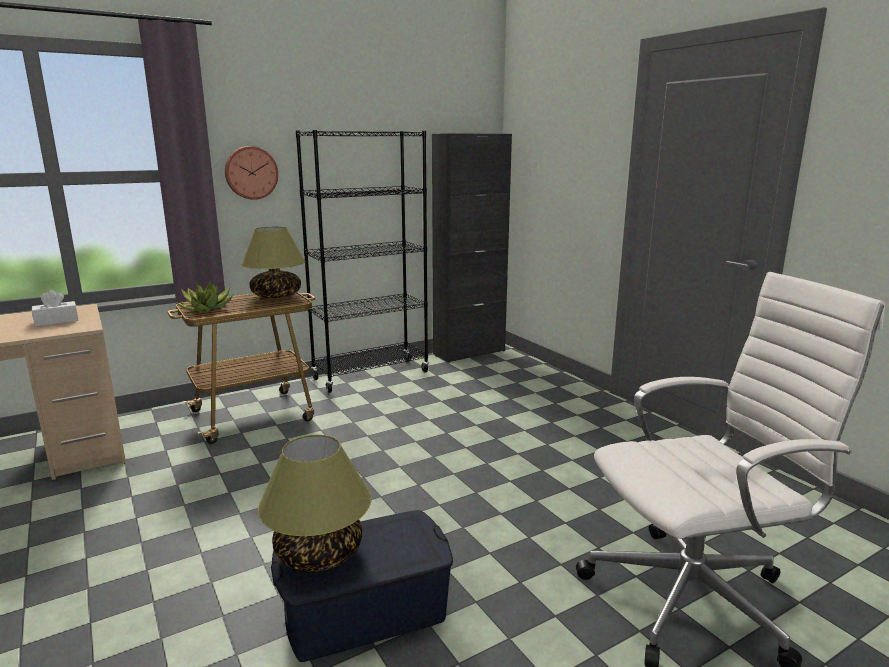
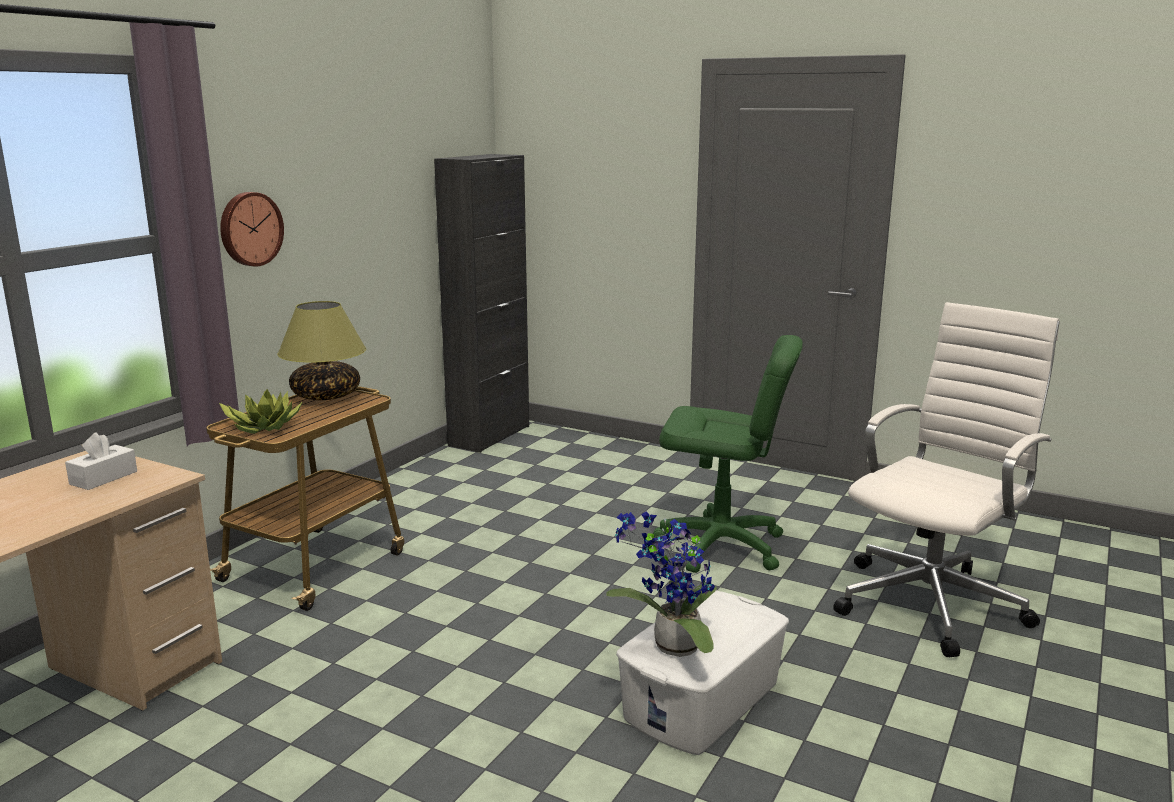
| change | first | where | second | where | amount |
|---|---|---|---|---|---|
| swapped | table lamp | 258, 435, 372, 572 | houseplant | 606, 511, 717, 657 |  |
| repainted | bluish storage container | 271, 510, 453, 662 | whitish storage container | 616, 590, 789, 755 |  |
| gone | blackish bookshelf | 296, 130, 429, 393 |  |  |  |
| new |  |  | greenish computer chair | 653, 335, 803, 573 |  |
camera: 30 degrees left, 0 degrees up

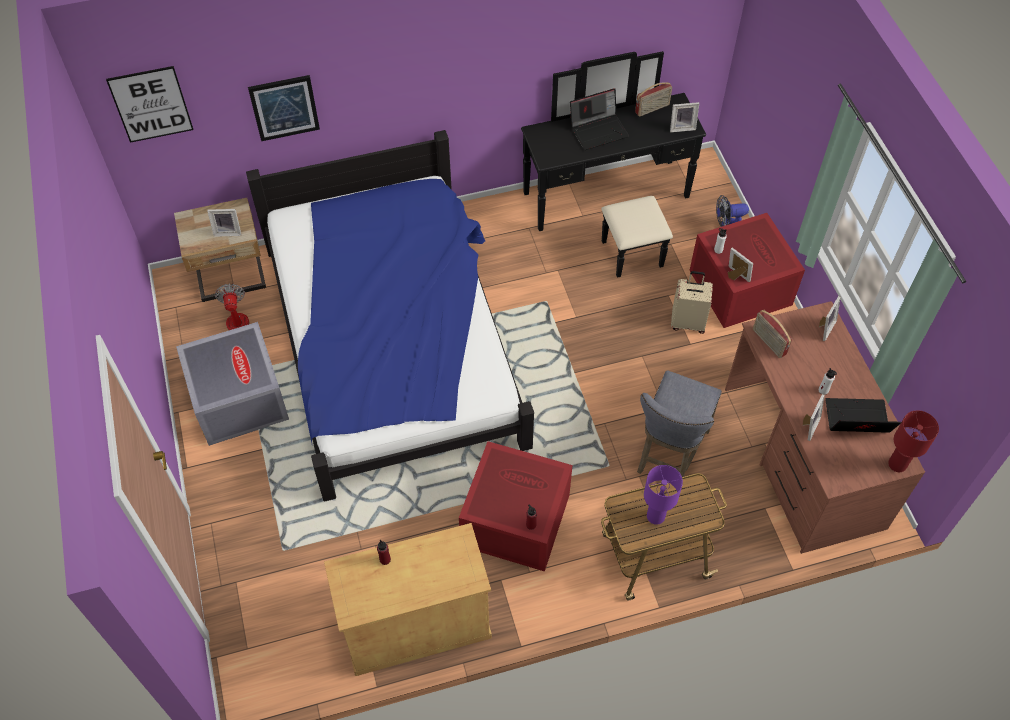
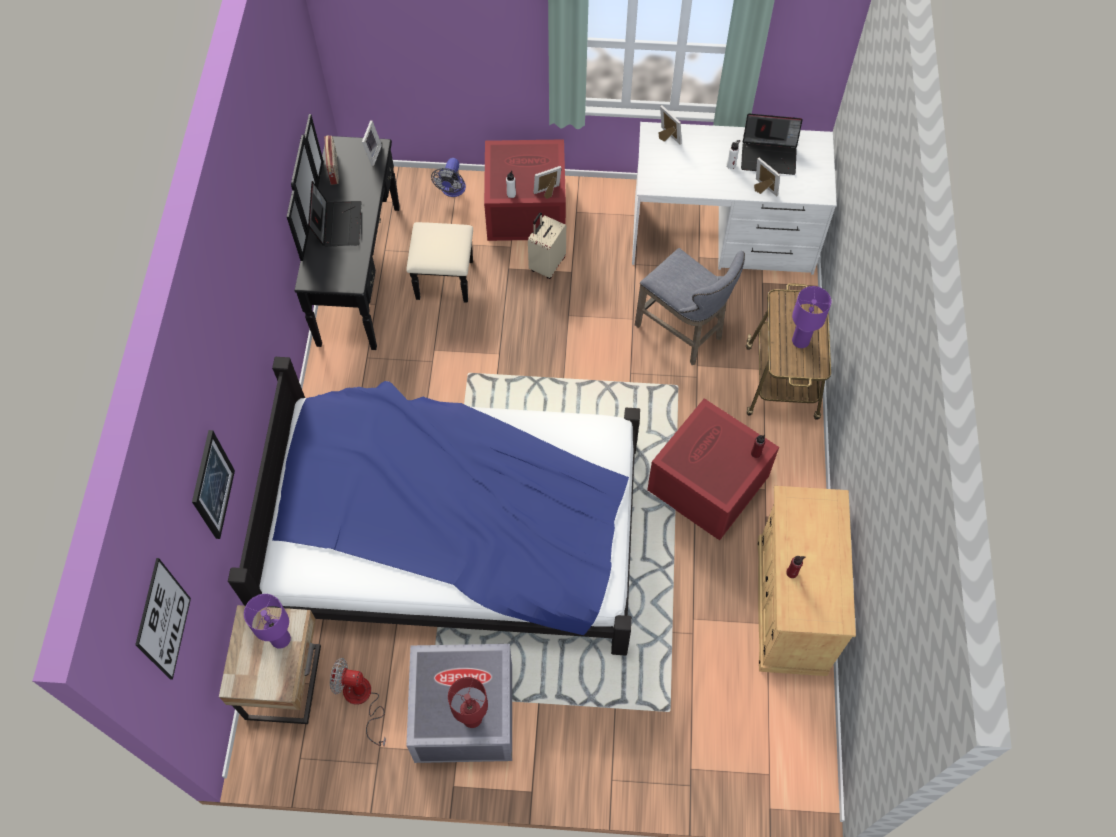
| change | first | where | second | where | amount |
|---|---|---|---|---|---|
| swapped | standing frame | 207, 209, 242, 237 | purple table lamp | 244, 594, 291, 649 |  |
| repainted | brown desk unit | 725, 301, 925, 554 | whitish desk unit | 632, 122, 837, 275 |  |
| gone | radio set | 753, 310, 792, 358 |  |  |  |
| rotated | notebook computer | 825, 398, 901, 433 |  | 741, 114, 803, 175 | 105 degrees counterclockwise |
| shifted | red table lamp | 888, 410, 939, 472 |  | 448, 677, 488, 728 |  |
camera: 70 degrees left, 5 degrees up

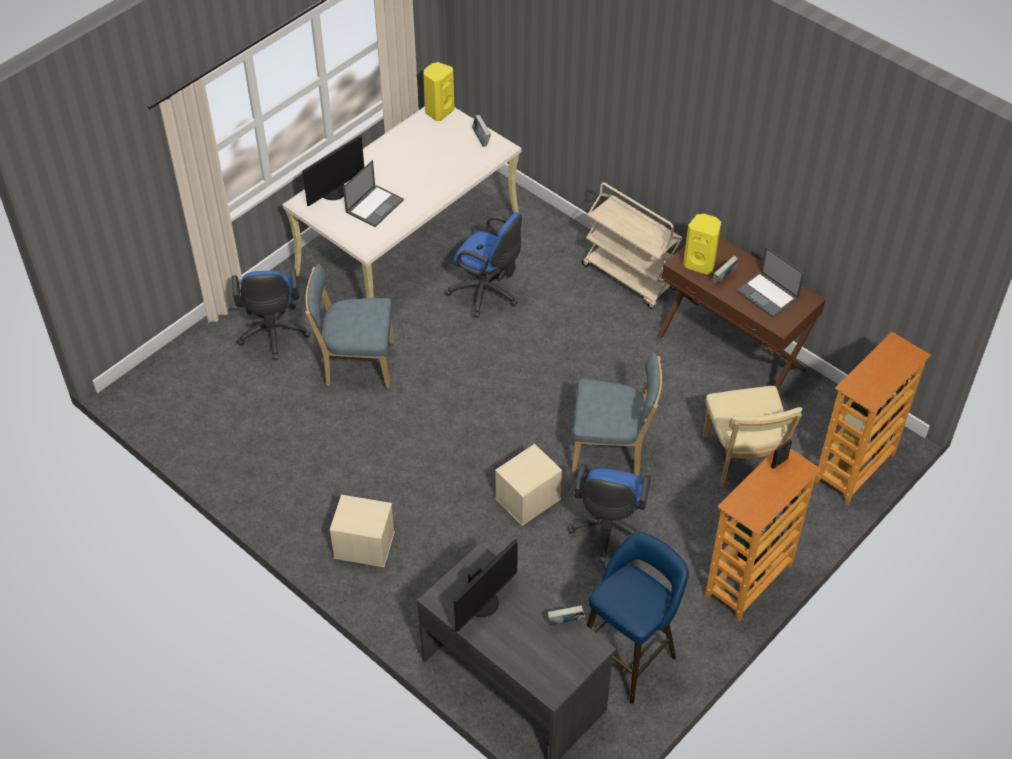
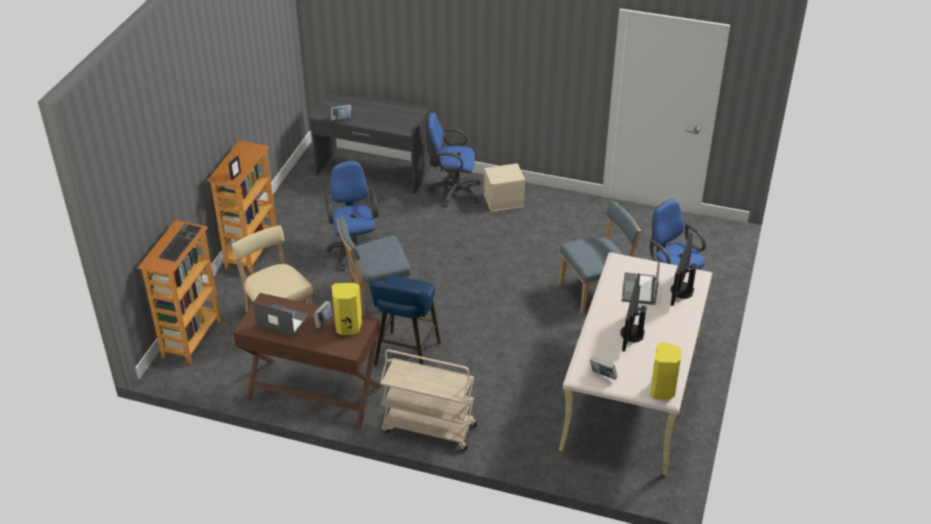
| change | first | where | second | where | amount |
|---|---|---|---|---|---|
| shifted | bluish computer chair | 445, 212, 522, 318 |  | 426, 113, 482, 207 |  |
| shifted | computer screen | 454, 539, 518, 632 |  | 620, 273, 646, 352 |  |
| gone | sand-coloured storage container | 495, 444, 562, 526 |  |  |  |
| shifted | bluish stool | 586, 532, 689, 704 |  | 369, 276, 441, 366 |  |
| new |  |  | computer keyboard | 158, 223, 202, 262 |  |
camera: 155 degrees right, 10 degrees down

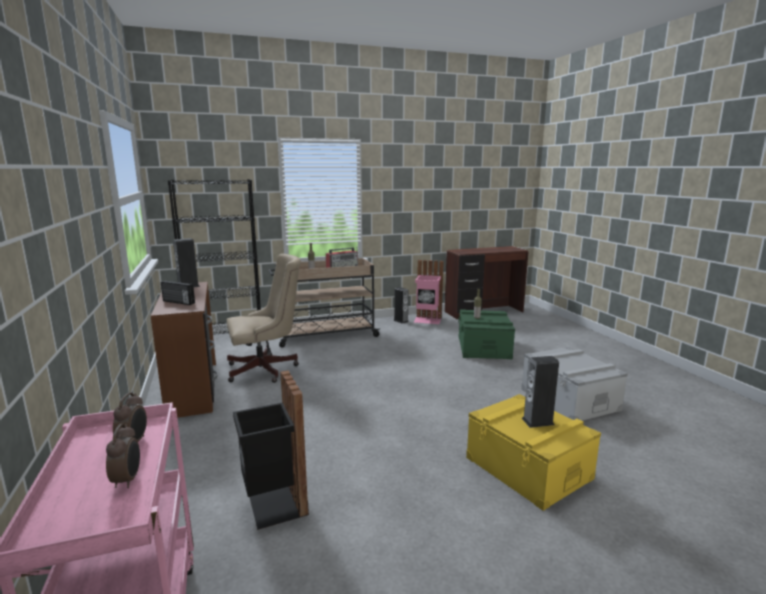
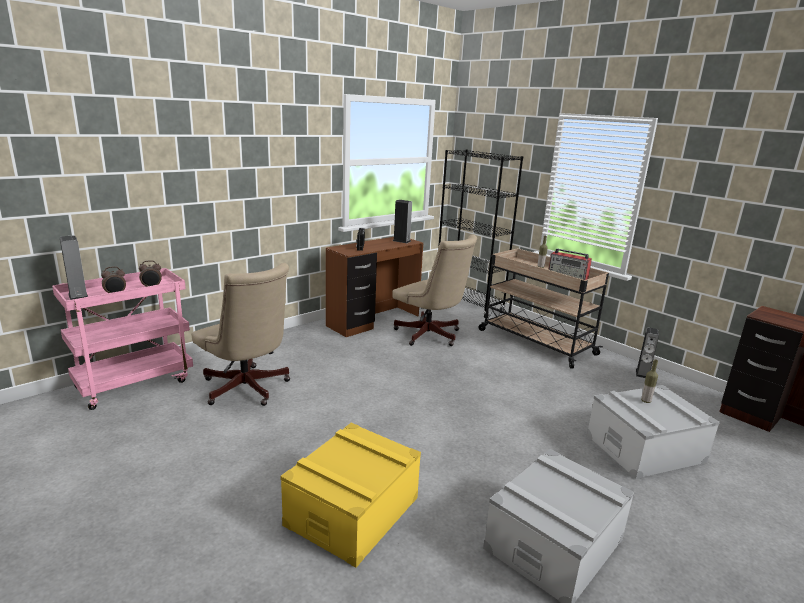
| change | first | where | second | where | amount |
|---|---|---|---|---|---|
| swapped | blackish waste bin | 233, 370, 309, 530 | sand-coloured computer chair | 191, 263, 290, 406 |  |
| gone | pinkish waste bin | 414, 260, 444, 324 |  |  |  |
| repainted | greenish storage container | 458, 309, 515, 359 | greyish storage container | 587, 385, 720, 479 |  |
| shifted | speaker | 522, 356, 559, 428 |  | 60, 236, 88, 300 |  |
camera: 65 degrees right, 5 degrees up

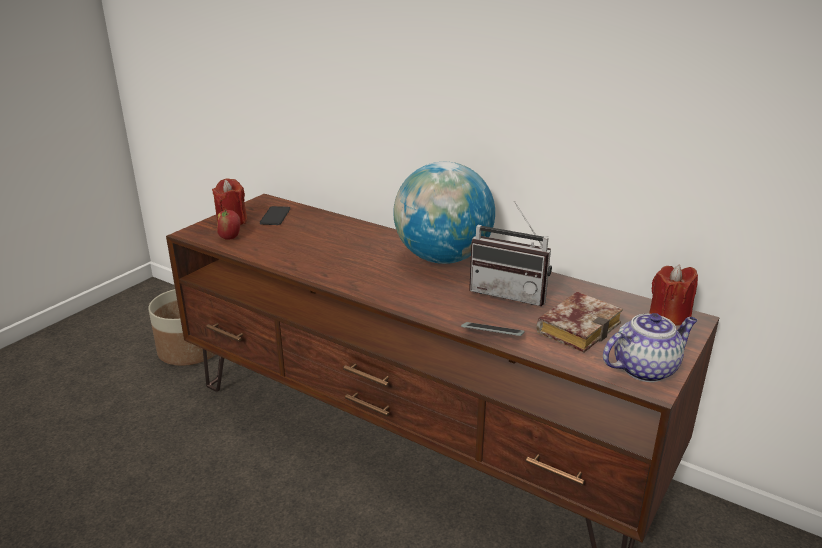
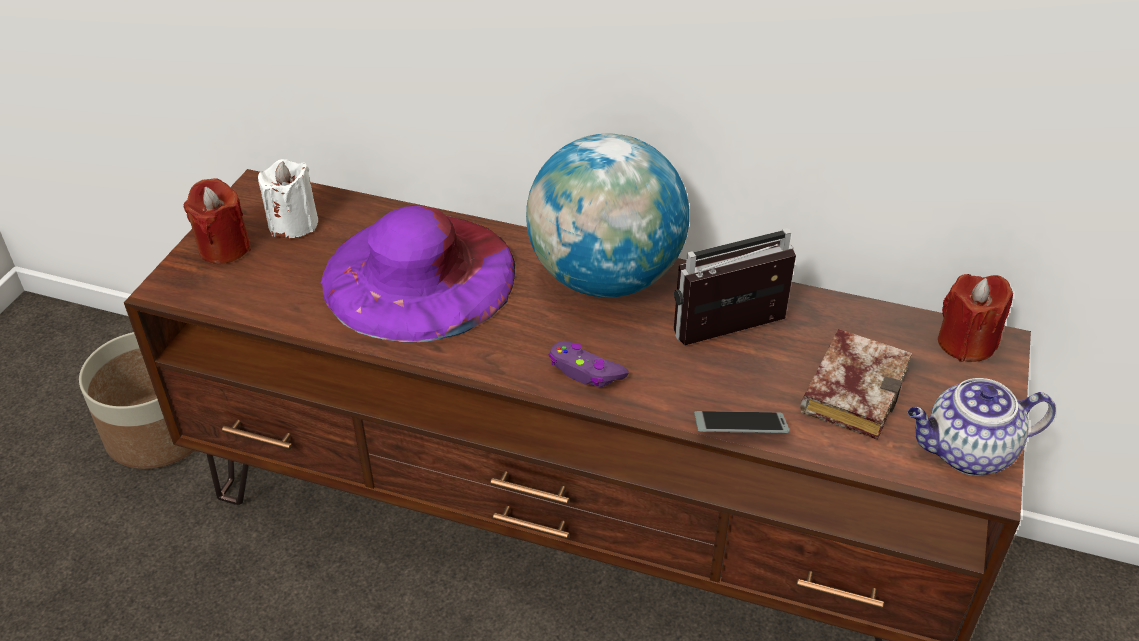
| change | first | where | second | where | amount |
|---|---|---|---|---|---|
| gone | whole apple | 217, 209, 240, 240 |  |  |  |
| swapped | telephone | 260, 206, 290, 225 | whitish wax candle | 258, 159, 318, 238 |  |
| rotated | radio set | 469, 201, 552, 306 |  | 674, 228, 796, 345 | 150 degrees clockwise |
| rotated | teapot | 603, 313, 698, 382 |  | 908, 378, 1056, 476 | 150 degrees counterclockwise |
| new |  |  | purple clothing hat | 321, 205, 515, 342 |  |
| new |  |  | purple gamepad | 549, 341, 629, 387 |  |
camera: 15 degrees left, 15 degrees up

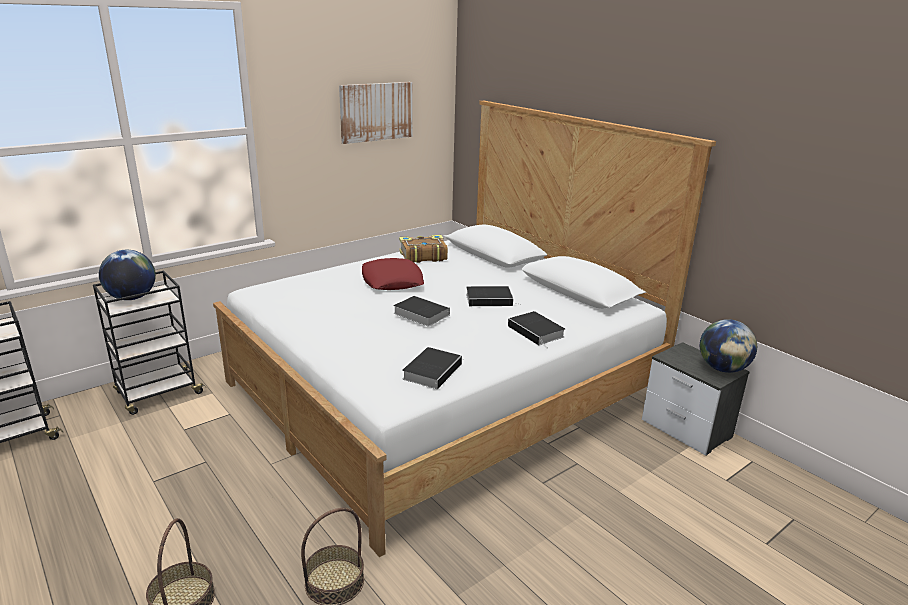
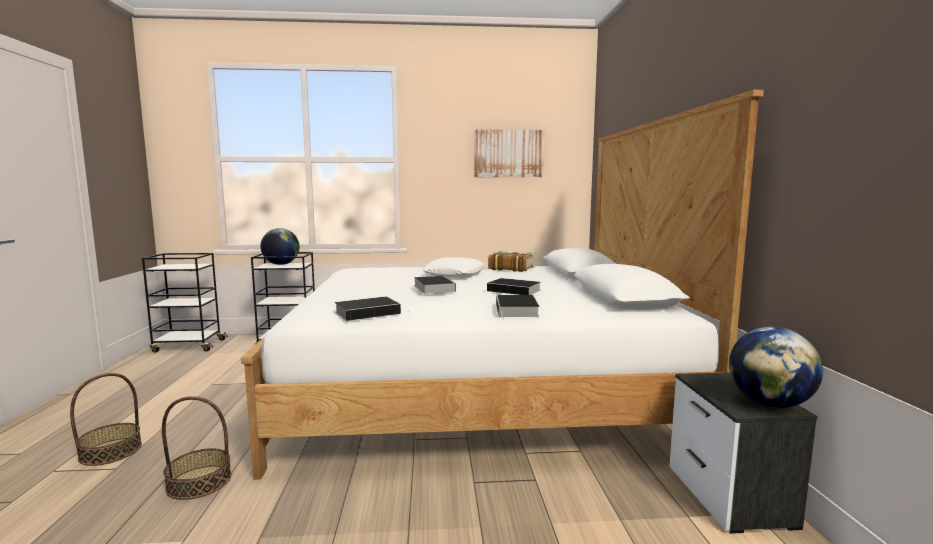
| change | first | where | second | where | amount |
|---|---|---|---|---|---|
| repainted | red throw pillow | 362, 258, 424, 290 | whitish throw pillow | 423, 257, 485, 277 |  |
camera: 35 degrees right, 15 degrees down

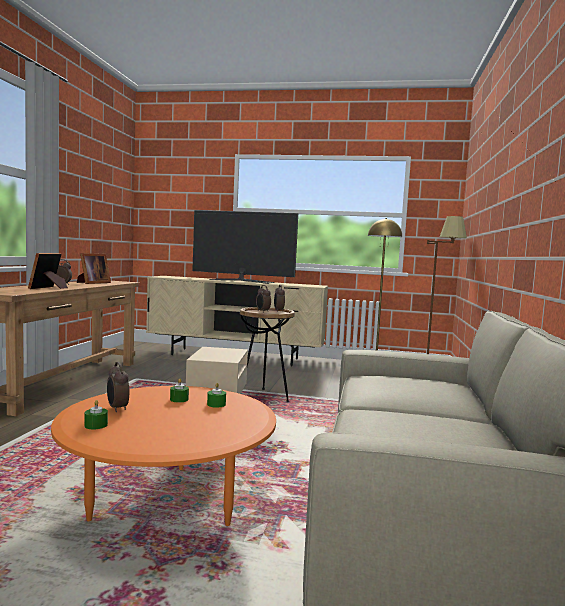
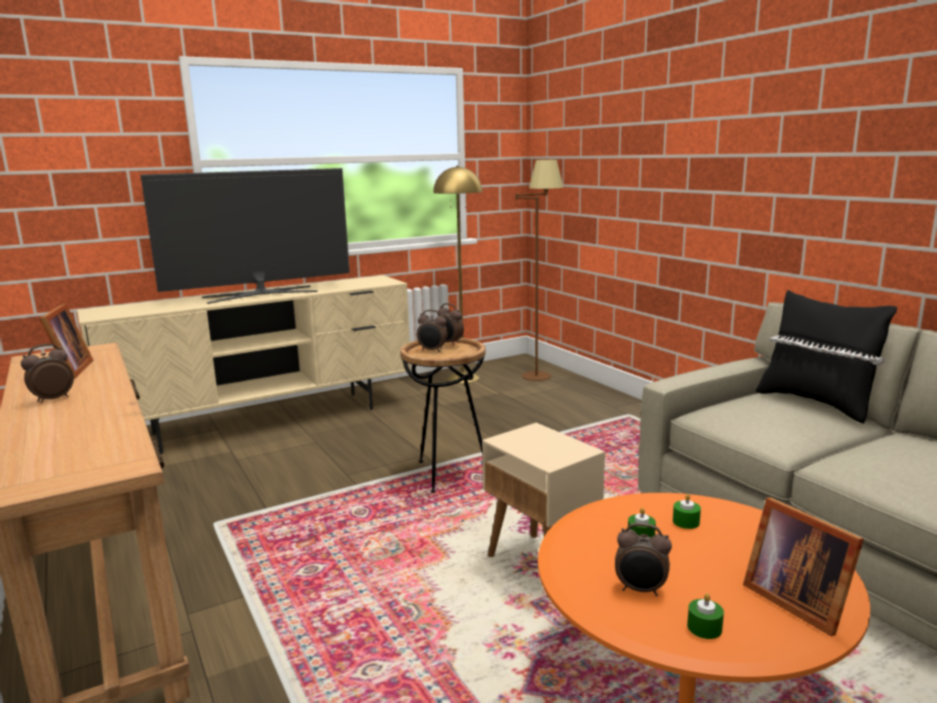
| change | first | where | second | where | amount |
|---|---|---|---|---|---|
| shifted | standing frame | 28, 253, 68, 289 |  | 743, 497, 864, 636 |  |
| new |  |  | blackish throw pillow | 756, 290, 897, 423 |  |
camera: 40 degrees left, 10 degrees up

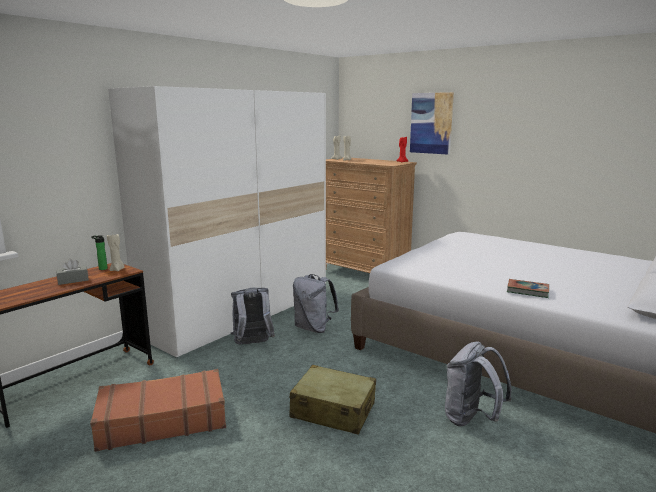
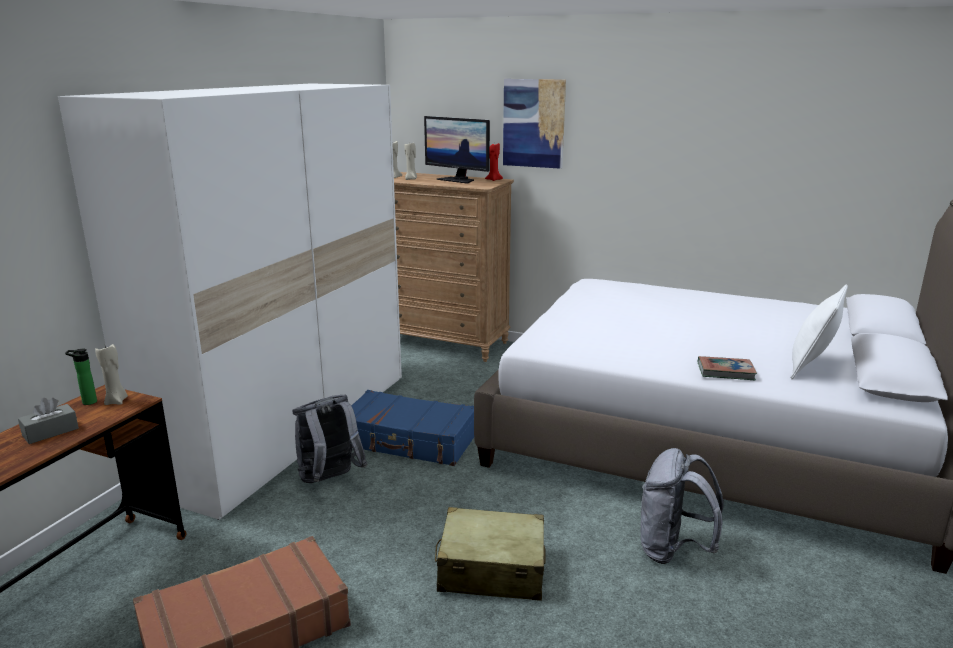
| change | first | where | second | where | amount |
|---|---|---|---|---|---|
| swapped | greyish backpack | 293, 274, 339, 333 | bluish suitcase | 351, 390, 474, 466 |  |
| new |  |  | computer screen | 424, 116, 490, 184 |  |
| new |  |  | whitish throw pillow | 790, 284, 848, 379 |  |
camera: 15 degrees left, 5 degrees up

